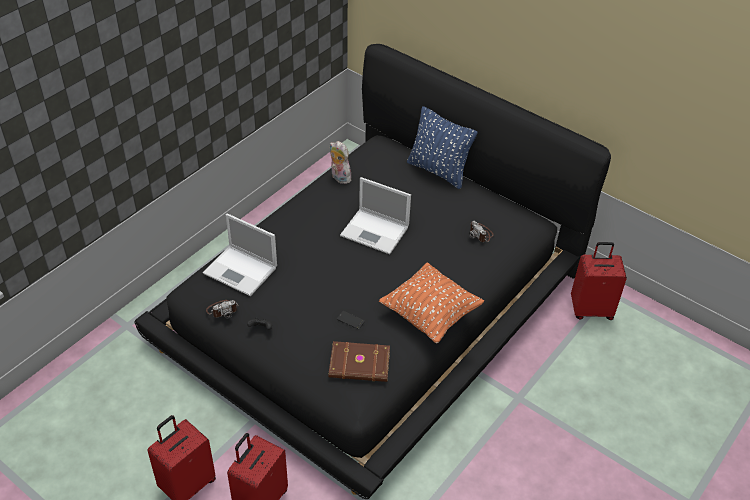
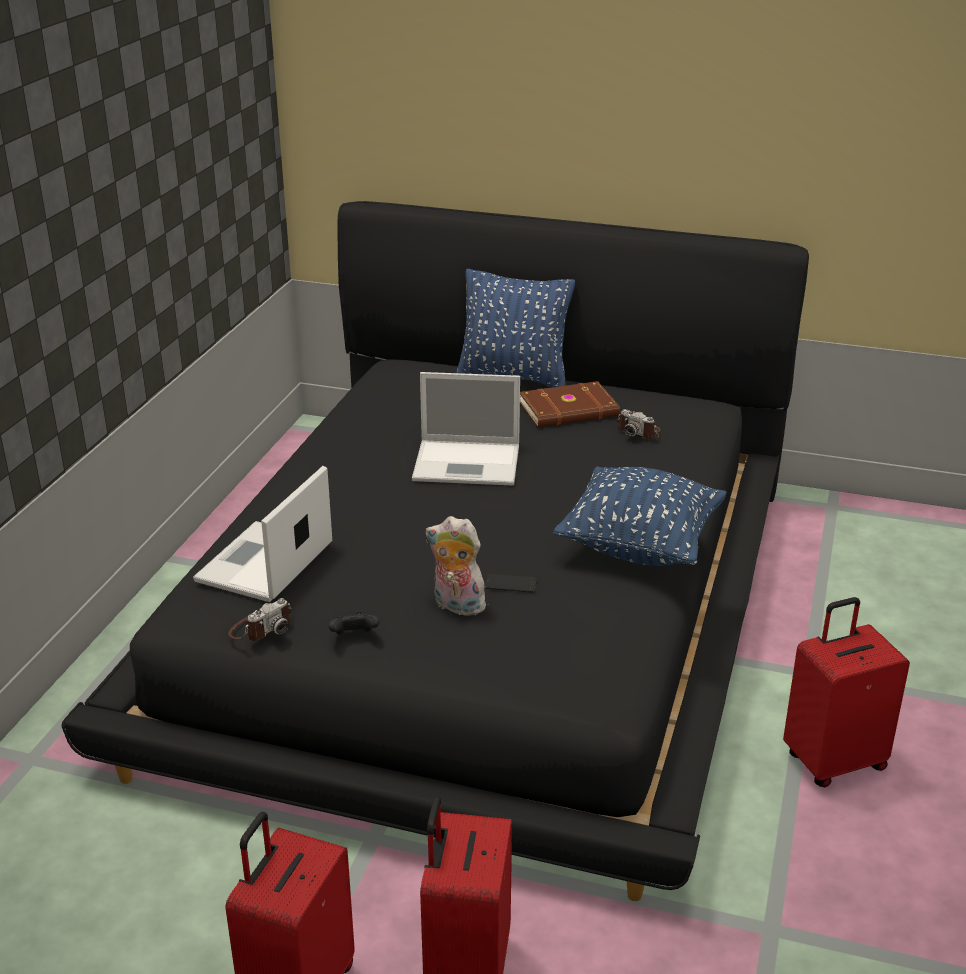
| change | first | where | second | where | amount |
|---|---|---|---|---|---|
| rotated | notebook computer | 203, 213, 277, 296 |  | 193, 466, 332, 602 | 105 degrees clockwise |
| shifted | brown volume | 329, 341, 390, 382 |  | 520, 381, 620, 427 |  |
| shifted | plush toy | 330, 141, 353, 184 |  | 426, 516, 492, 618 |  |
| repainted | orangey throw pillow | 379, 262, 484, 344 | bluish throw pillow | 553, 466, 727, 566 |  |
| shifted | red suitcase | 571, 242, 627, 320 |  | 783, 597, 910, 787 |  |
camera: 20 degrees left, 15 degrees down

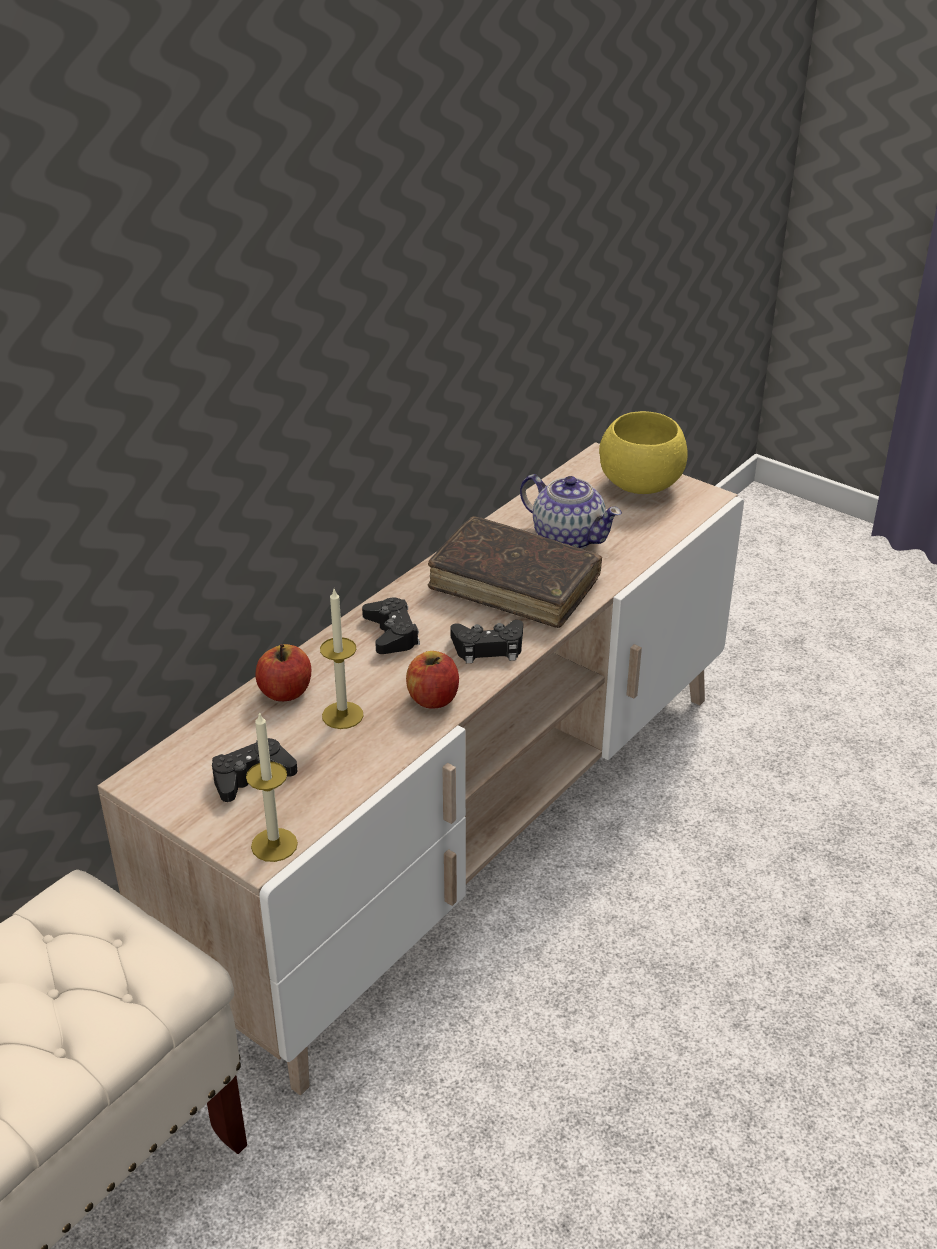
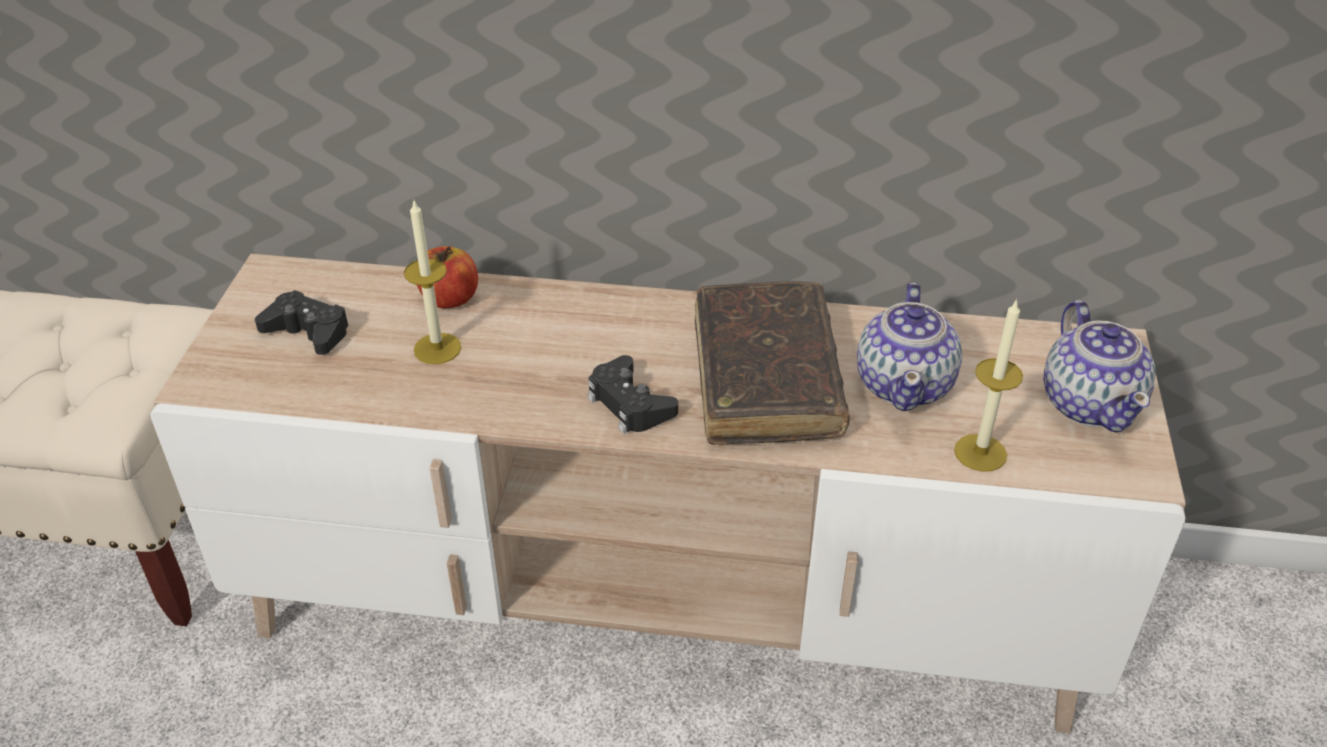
| change | first | where | second | where | amount |
|---|---|---|---|---|---|
| shifted | wax candle | 246, 712, 298, 862 |  | 954, 299, 1023, 472 |  |
| gone | blackish gamepad | 362, 598, 420, 654 |  |  |  |
| gone | whole apple | 406, 651, 459, 708 |  |  |  |
| swapped | yellow serving bowl | 599, 411, 688, 494 | teapot | 1043, 300, 1156, 432 |  |
camera: 60 degrees right, 5 degrees up

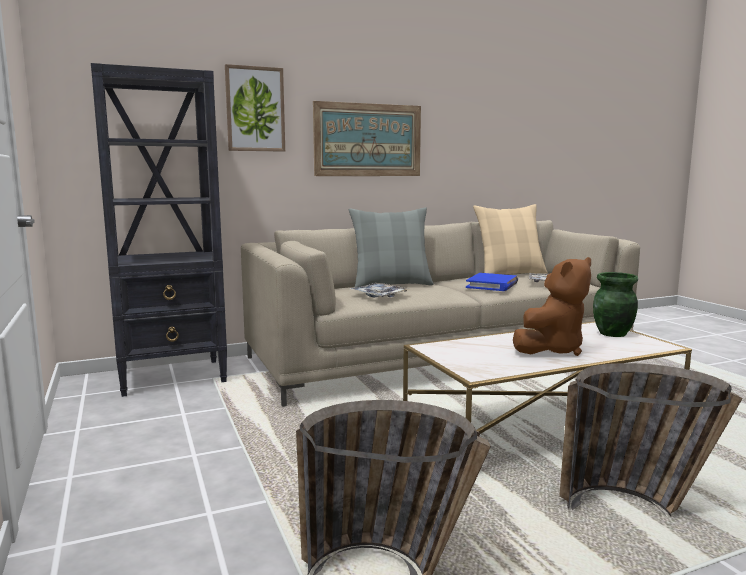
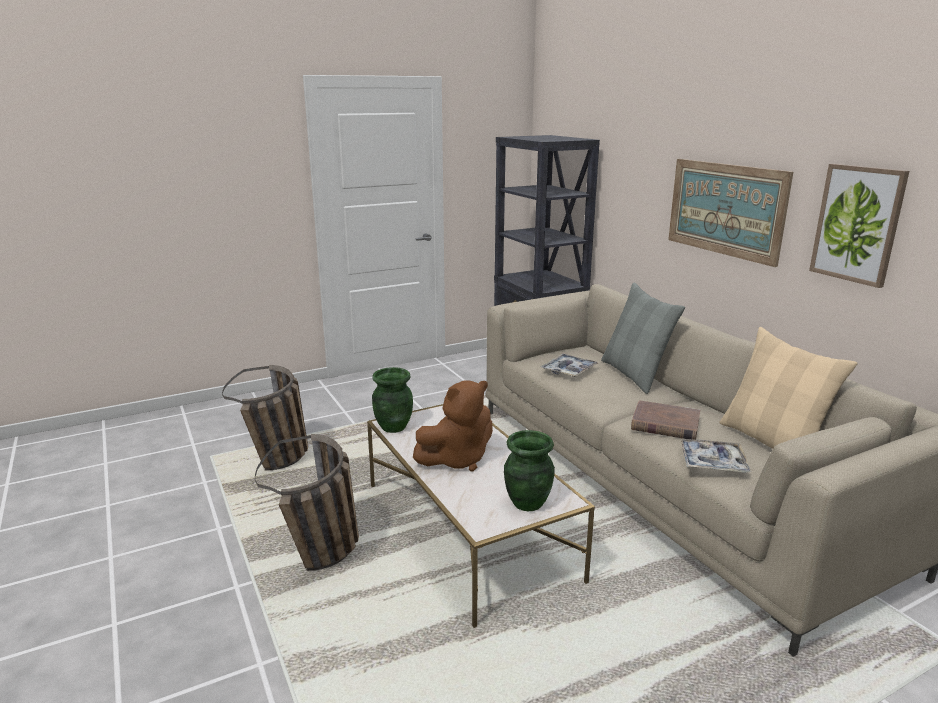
| change | first | where | second | where | amount |
|---|---|---|---|---|---|
| shifted | wall art | 225, 64, 285, 152 |  | 809, 164, 909, 288 |  |
| repainted | bluish volume | 466, 273, 518, 291 | brown volume | 631, 400, 700, 440 |  |
| rotated | brown plush toy | 513, 257, 591, 356 |  | 413, 380, 493, 471 | 75 degrees counterclockwise |
| new |  |  | greenish vase | 372, 367, 413, 433 |  |
camera: 85 degrees right, 10 degrees up

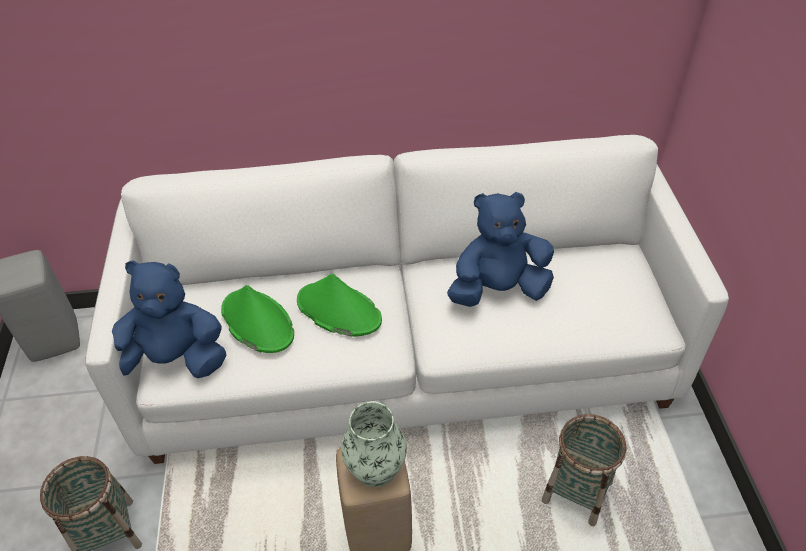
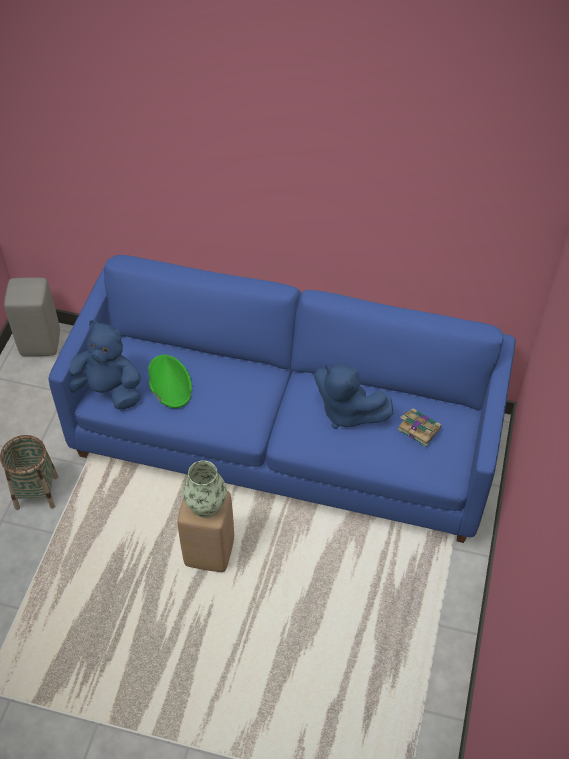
| change | first | where | second | where | amount |
|---|---|---|---|---|---|
| repainted | whitish settee | 85, 135, 729, 464 | bluish settee | 48, 255, 515, 543 |  |
| gone | greenish clothing hat | 297, 274, 382, 337 |  |  |  |
| rotated | bluish plush toy | 447, 192, 554, 307 |  | 314, 364, 394, 429 | 150 degrees counterclockwise |
| gone | storage basket | 542, 414, 627, 526 |  |  |  |
| new |  |  | volume | 397, 408, 441, 447 |  |
camera: 20 degrees right, 5 degrees up

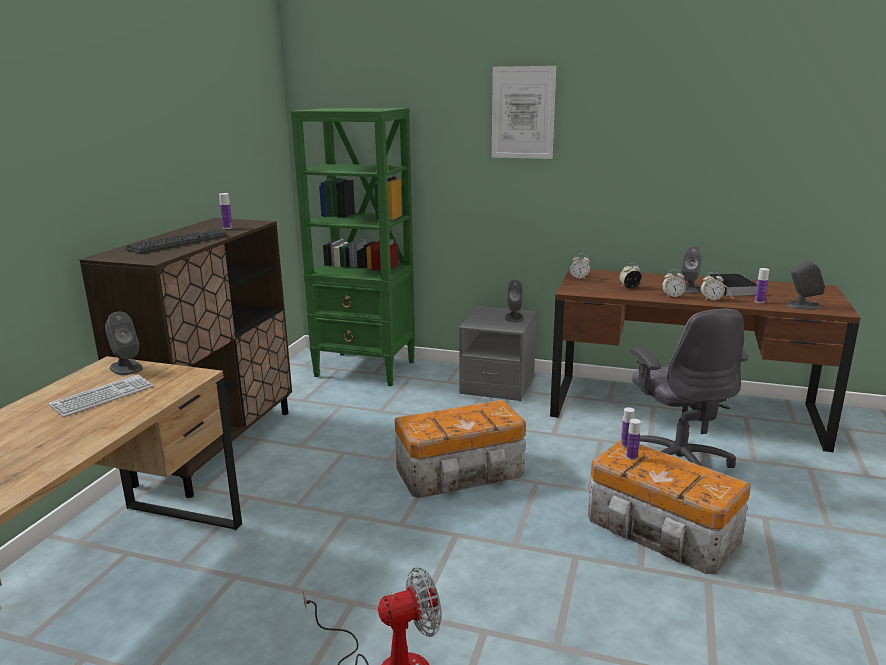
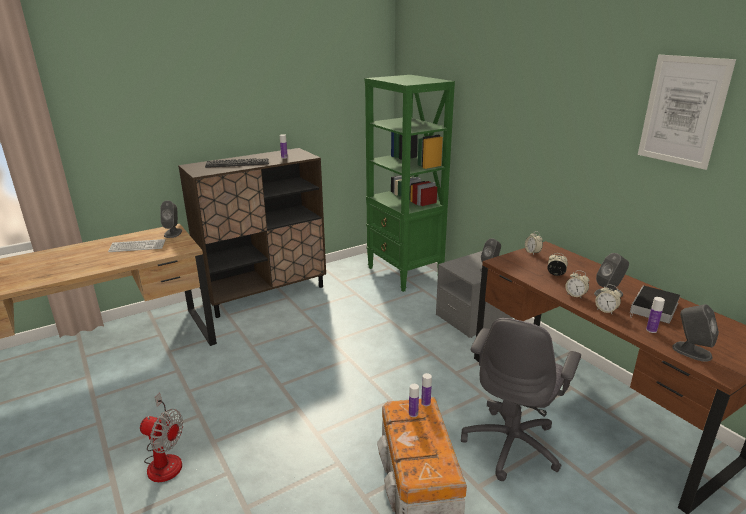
| change | first | where | second | where | amount |
|---|---|---|---|---|---|
| gone | storage container | 395, 400, 526, 498 |  |  |  |
| shifted | wall art | 492, 66, 556, 159 |  | 638, 55, 736, 170 |  |
camera: 40 degrees right, 5 degrees up

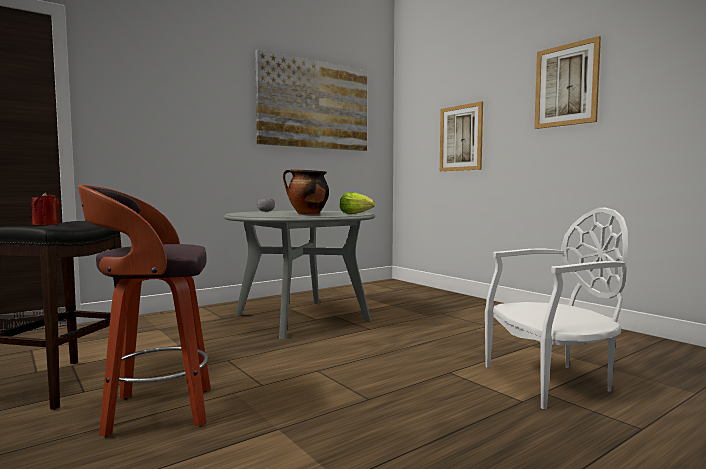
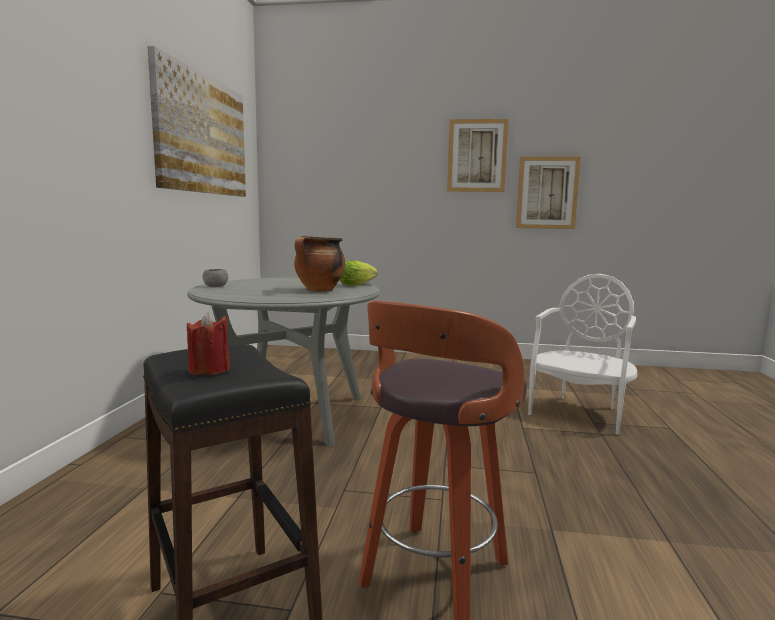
| change | first | where | second | where | amount |
|---|---|---|---|---|---|
| shifted | wall art | 440, 101, 483, 171 |  | 516, 156, 581, 229 |  |
camera: 45 degrees left, 5 degrees up

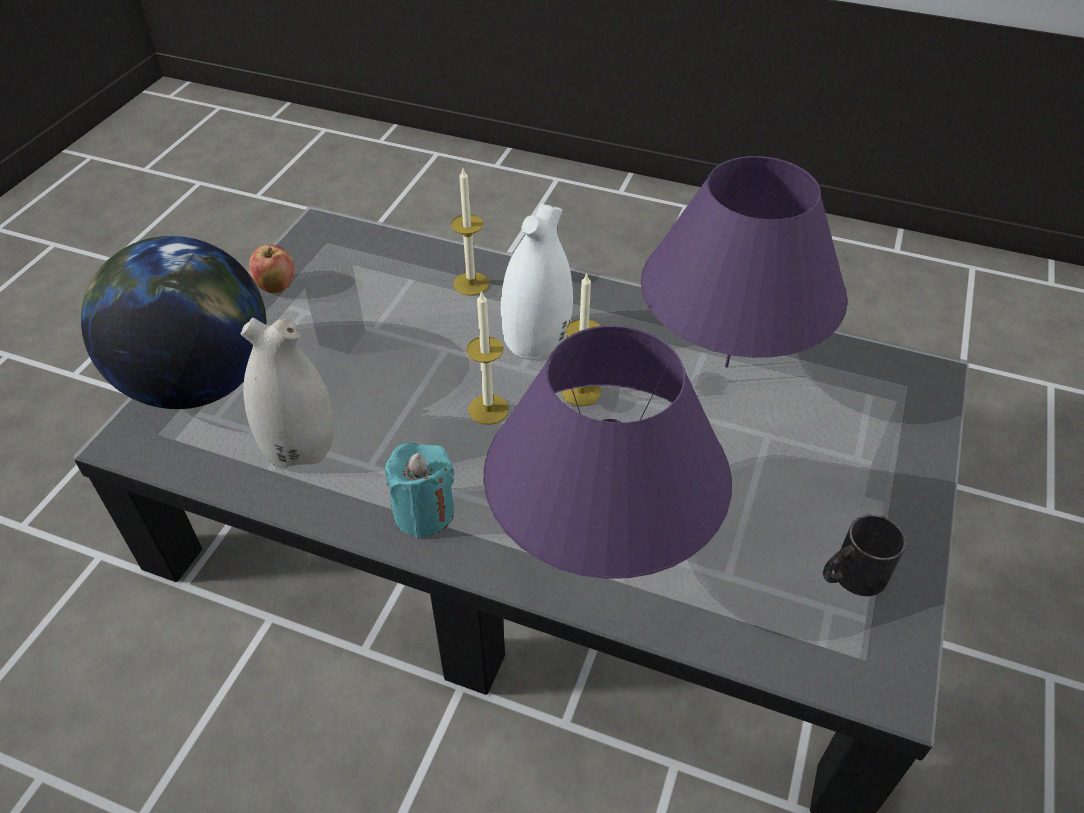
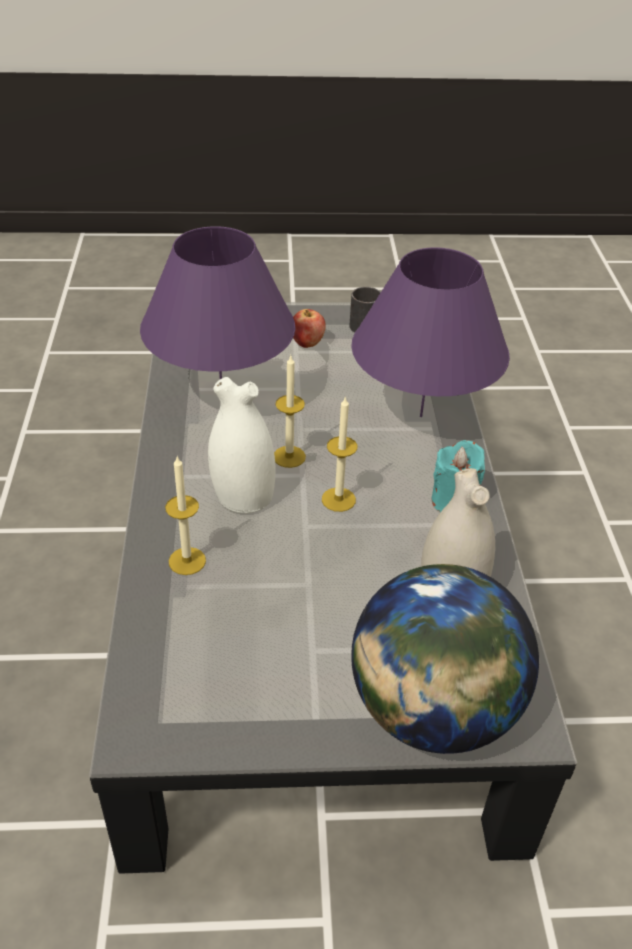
| change | first | where | second | where | amount |
|---|---|---|---|---|---|
| shifted | whole apple | 249, 245, 295, 293 |  | 293, 309, 326, 348 |  |
camera: 115 degrees left, 5 degrees down

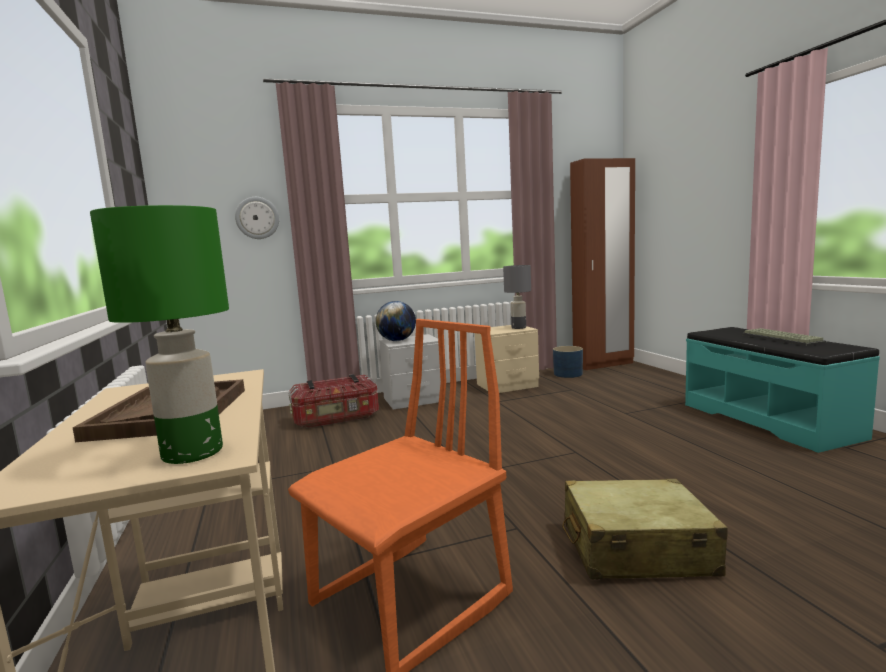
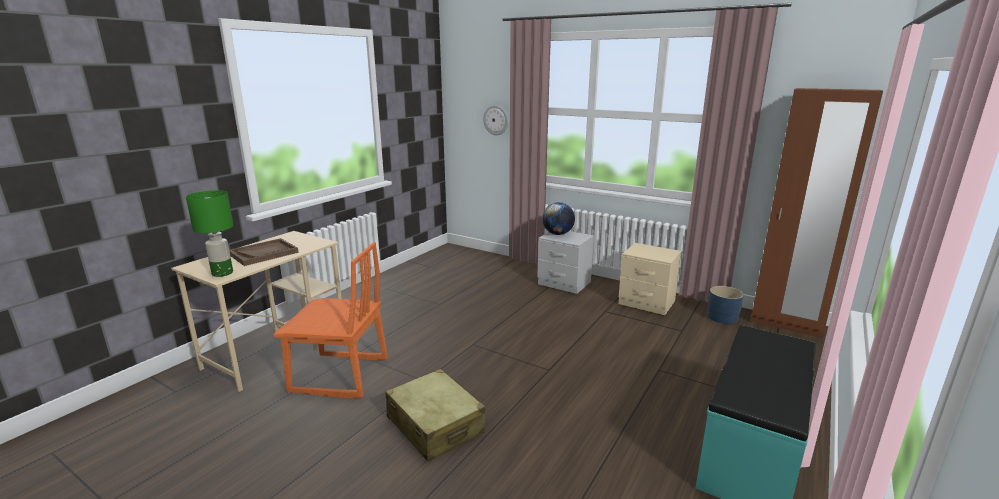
| change | first | where | second | where | amount |
|---|---|---|---|---|---|
| gone | storage container | 289, 374, 379, 428 |  |  |  |
| gone | greyish table lamp | 503, 265, 531, 329 |  |  |  |
| gone | computer keyboard | 742, 328, 826, 346 |  |  |  |
camera: 50 degrees right, 10 degrees up

